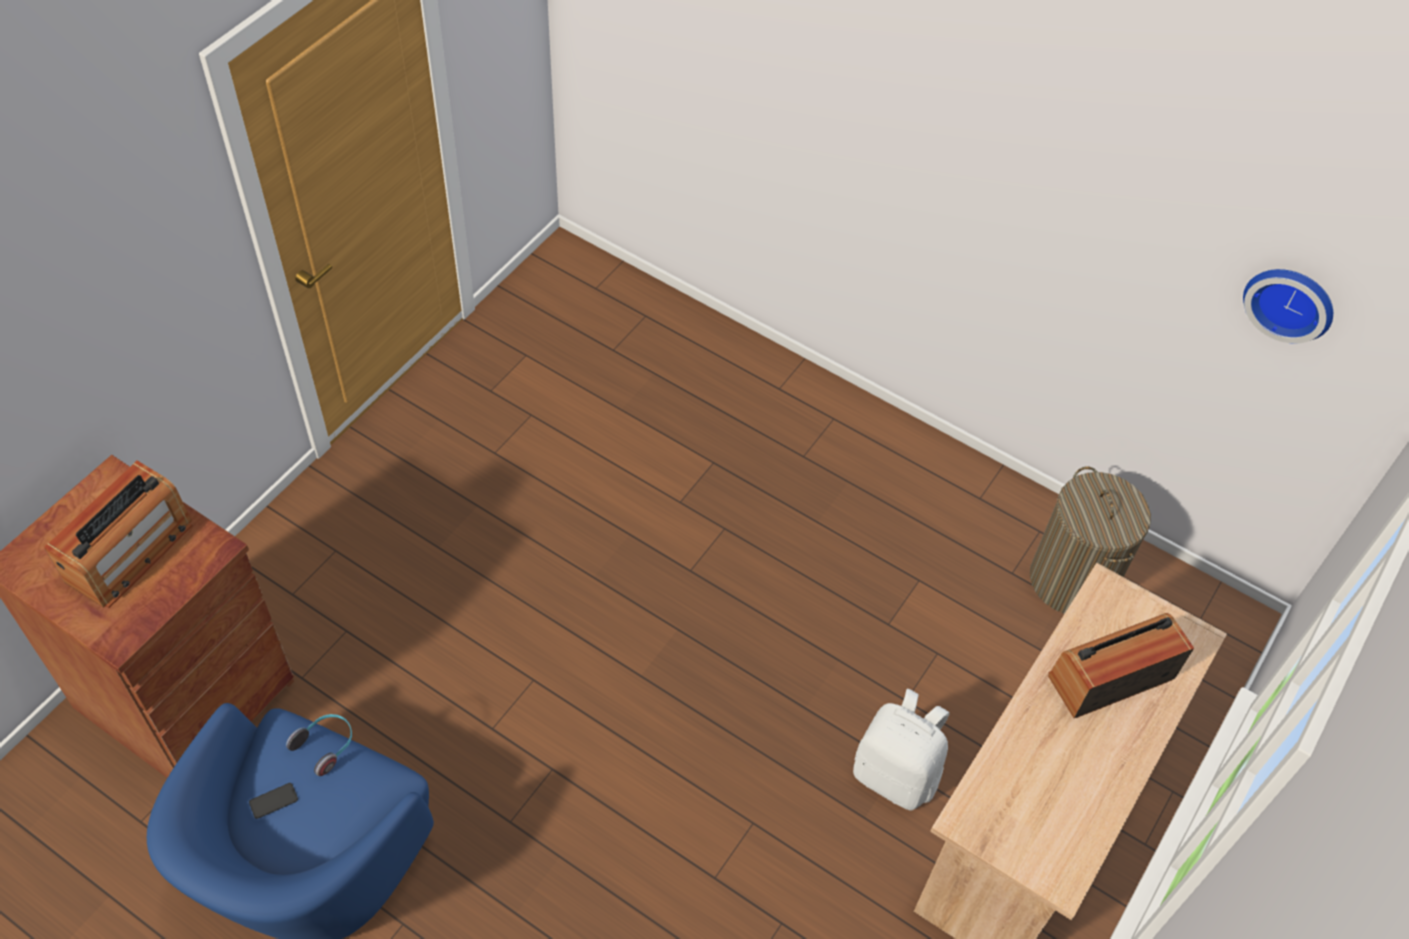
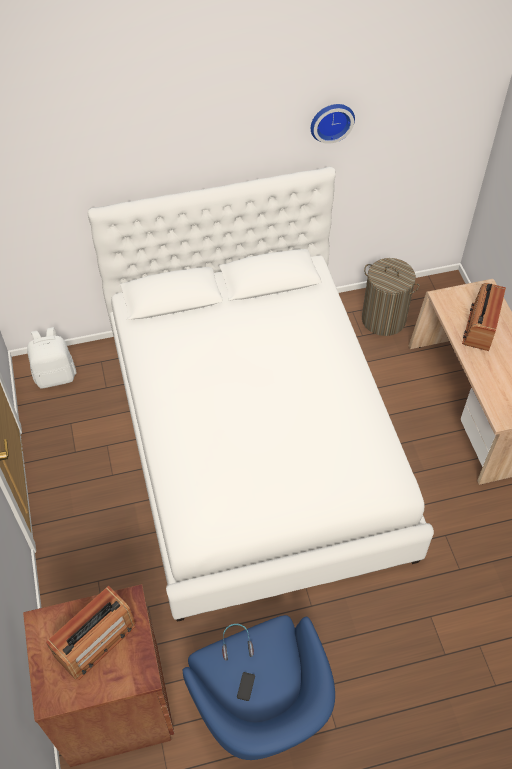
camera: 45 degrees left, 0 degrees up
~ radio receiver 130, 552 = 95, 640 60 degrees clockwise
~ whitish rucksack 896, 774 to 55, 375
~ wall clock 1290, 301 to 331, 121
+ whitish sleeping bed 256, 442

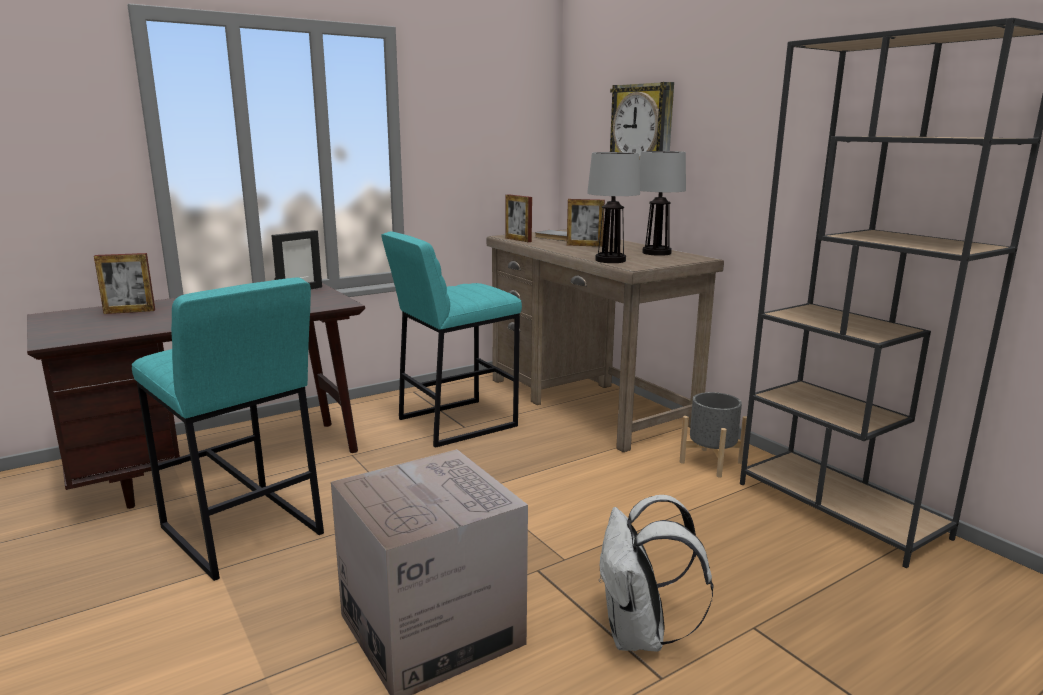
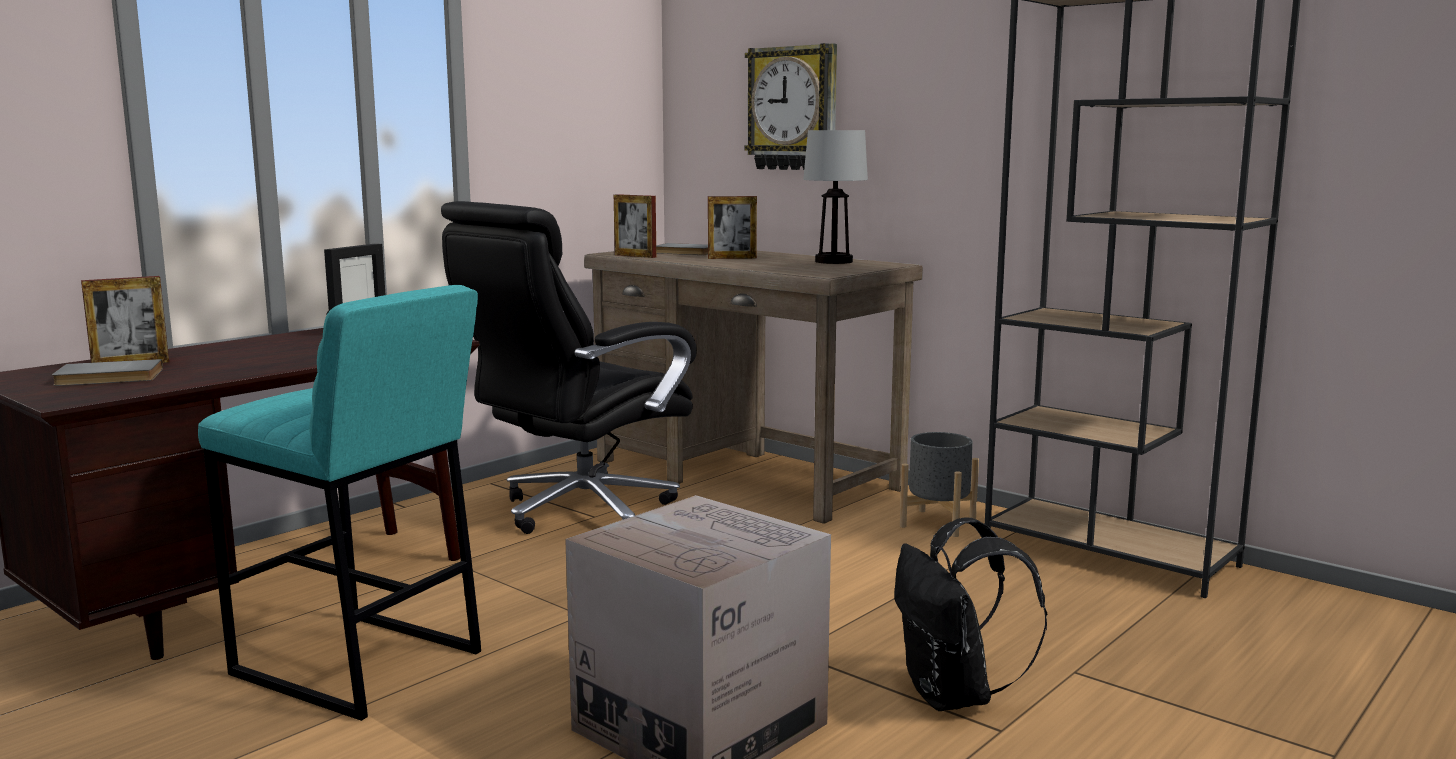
camera: 15 degrees left, 5 degrees down
~ turquoise stool 455, 423 to black-coloured office chair 578, 513
- table lamp 611, 260
~ whitish rucksack 640, 635 to black-coloured rucksack 954, 696
+ gray bound book 108, 378

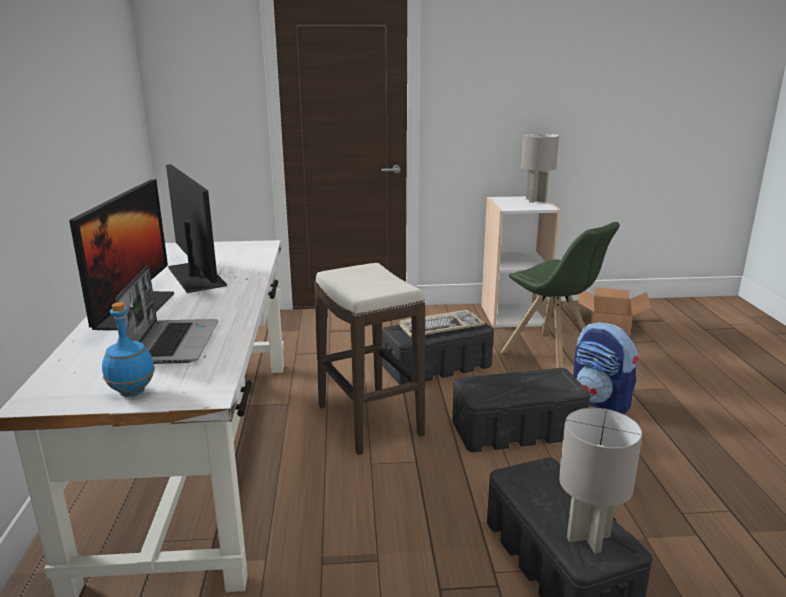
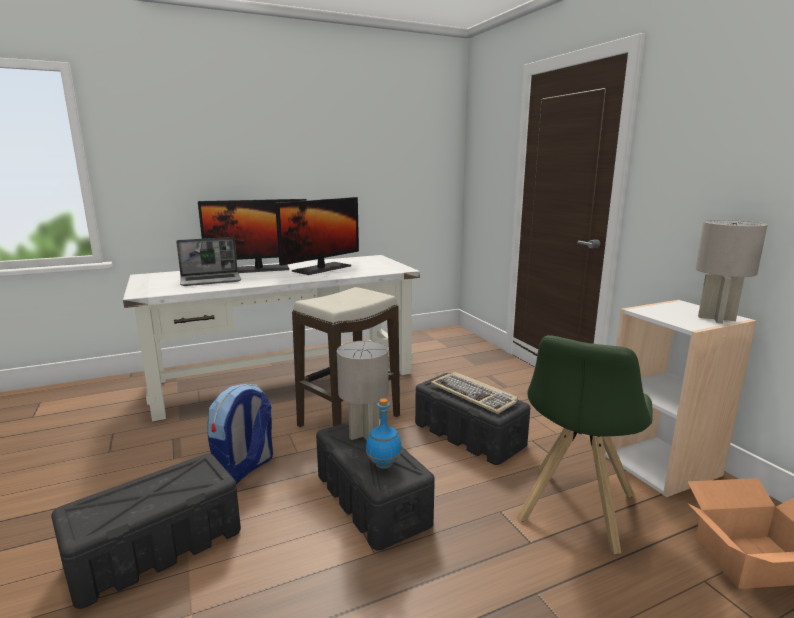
camera: 70 degrees right, 5 degrees down
~ blue-coloured drink bottle 133, 392 to 384, 465
~ gray table lamp 589, 538 to 364, 435
~ rucksack 601, 402 to 244, 469

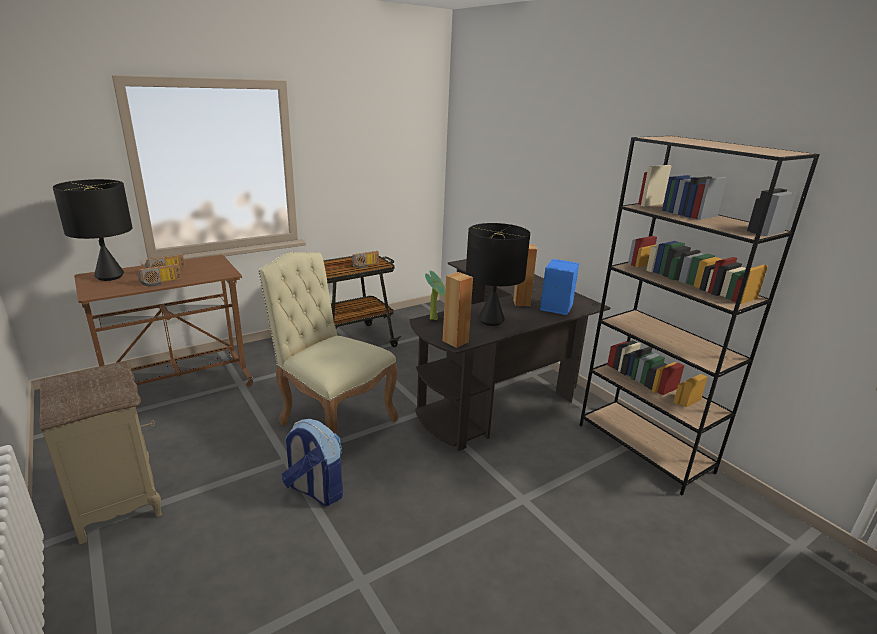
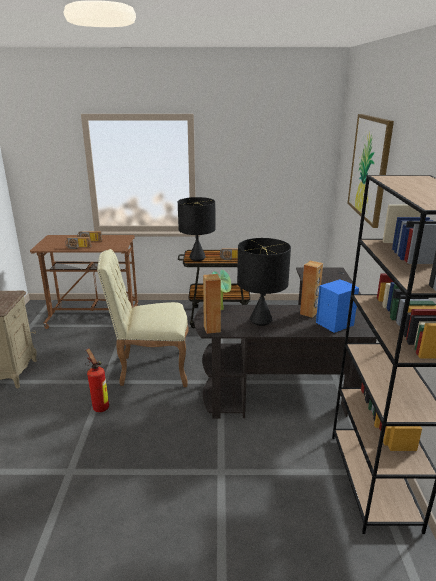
camera: 35 degrees right, 0 degrees up
~ black-coloured table lamp 110, 277 to 197, 259
~ beige plain chair 334, 423 = 152, 369 75 degrees counterclockwise
~ rucksack 315, 490 to fire-fighting cylinder 100, 407
+ picture 369, 168

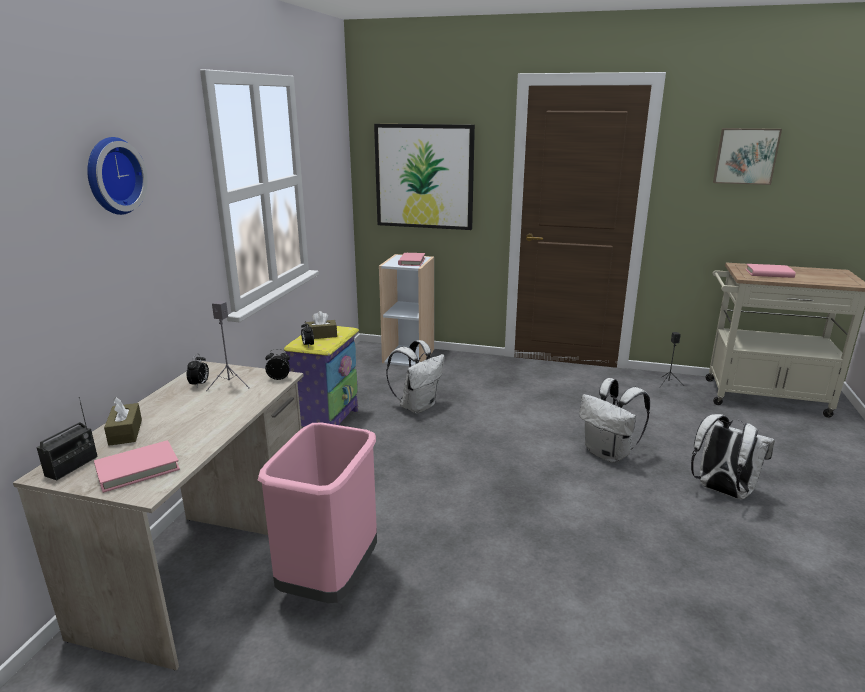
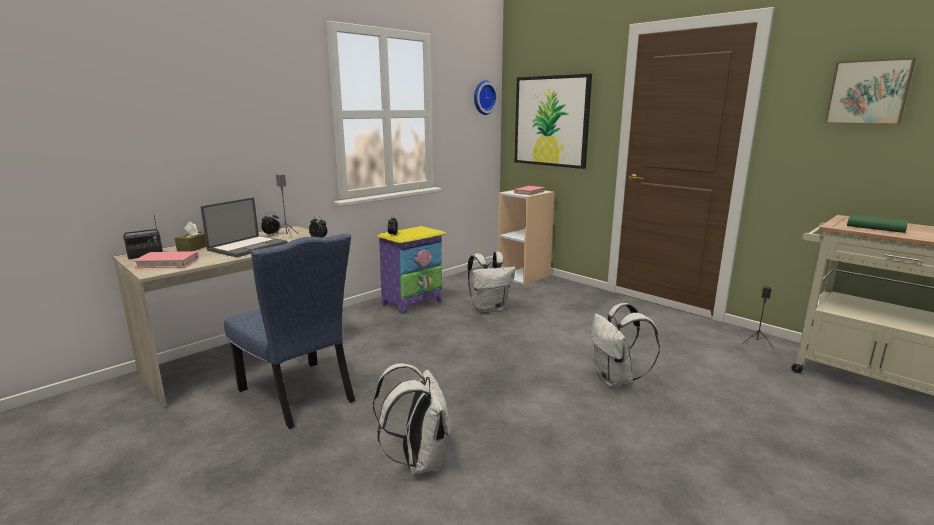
camera: 30 degrees right, 5 degrees down
~ wall clock 112, 176 to 483, 97
~ pinkish rubbish bin 330, 579 to blue-coloured plain chair 298, 393
- brown-coloured tissue holder 321, 335
~ whitish rucksack 721, 491 to 418, 460
~ pinkish bound book 769, 273 to greenish bound book 876, 227
+ portable computer 248, 246

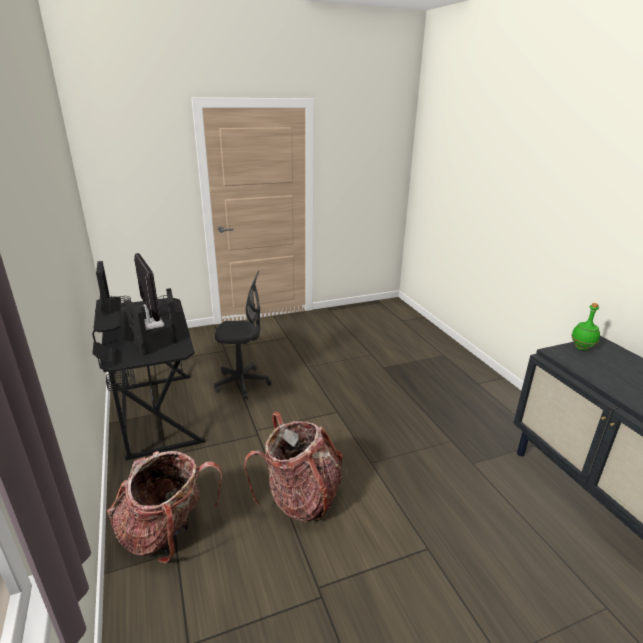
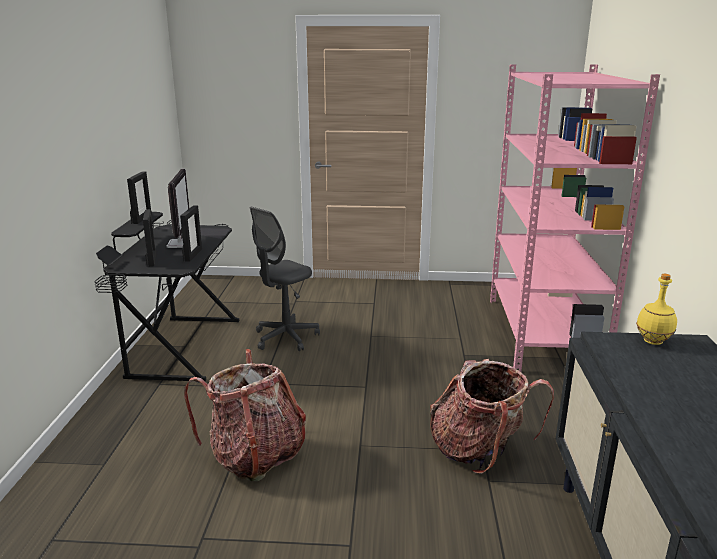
camera: 25 degrees right, 5 degrees down
~ rucksack 167, 532 to 480, 451
~ gray office chair 242, 383 = 286, 338 105 degrees clockwise
~ greenish drink bottle 582, 348 to yellow drink bottle 653, 342
+ pinkish bookshelf 542, 334

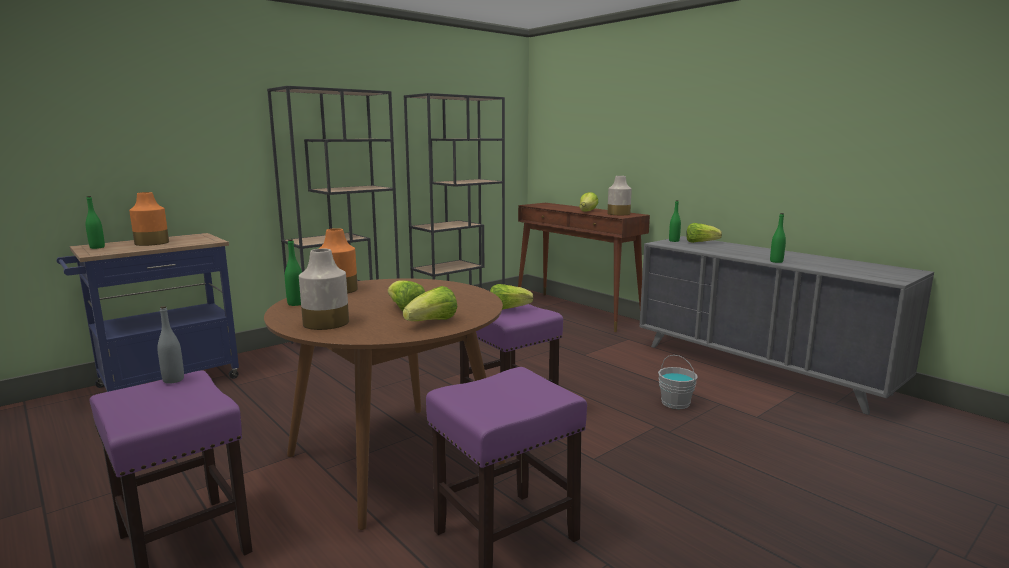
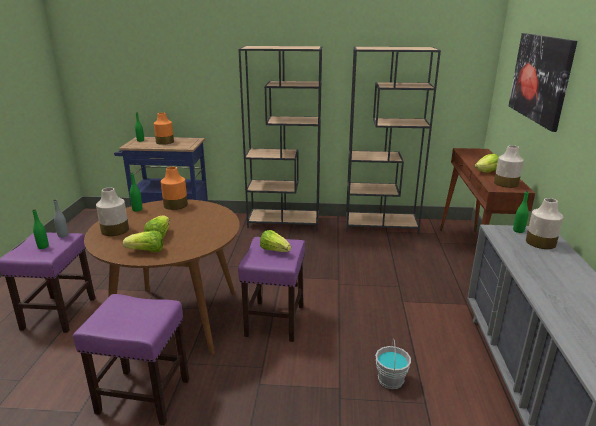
camera: 45 degrees right, 10 degrees up
~ lettuce head 700, 242 to beige decorative vase 540, 242
~ greenish drink bottle 776, 261 to 43, 247
+ picture 540, 78

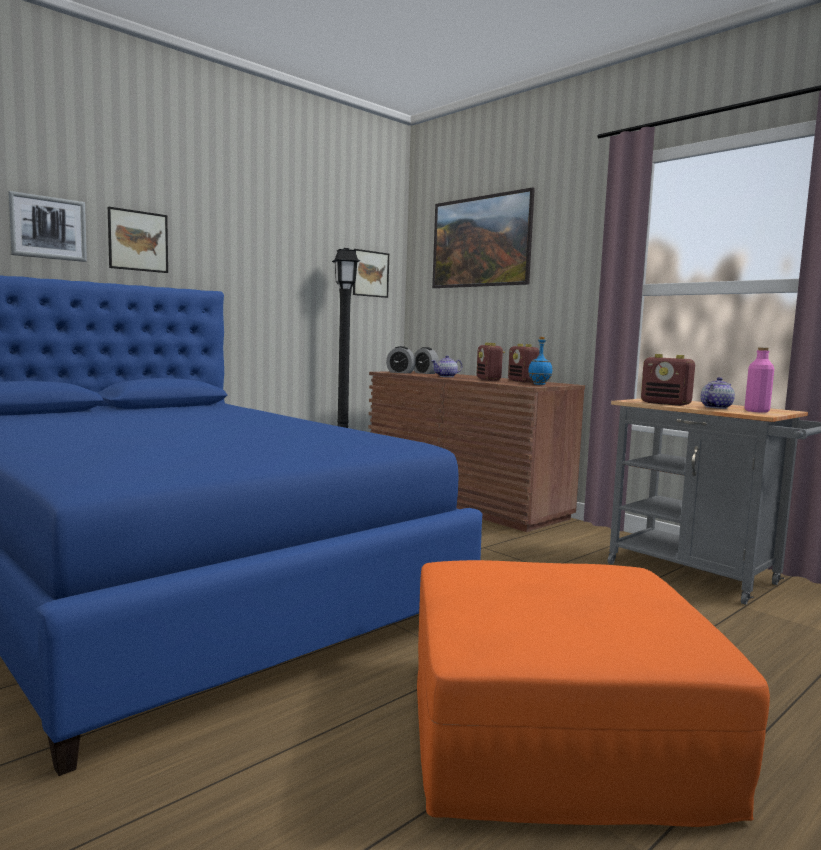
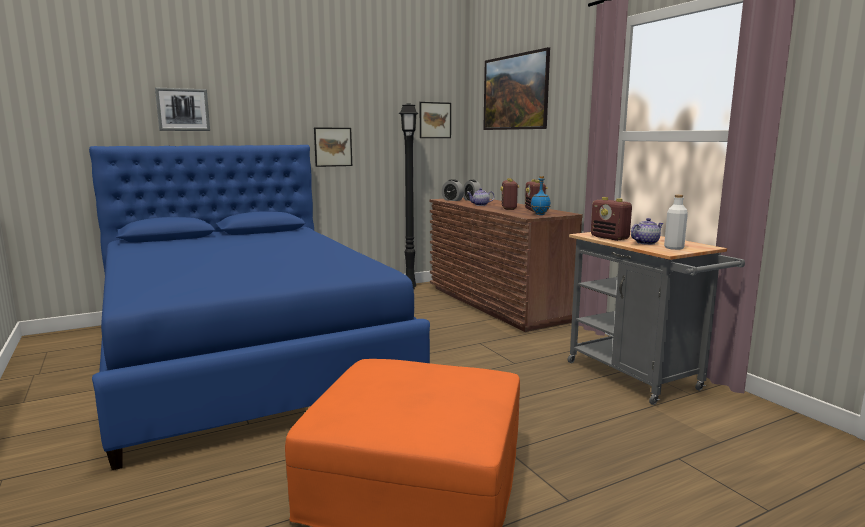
camera: 15 degrees right, 5 degrees up
~ picture 138, 241 to 333, 147
~ pinkish drink bottle 756, 411 to whitish drink bottle 674, 248

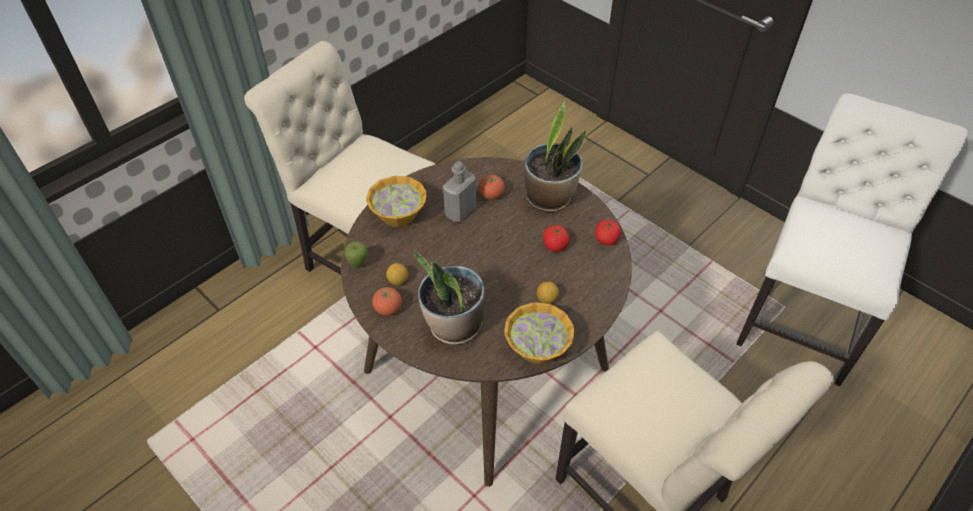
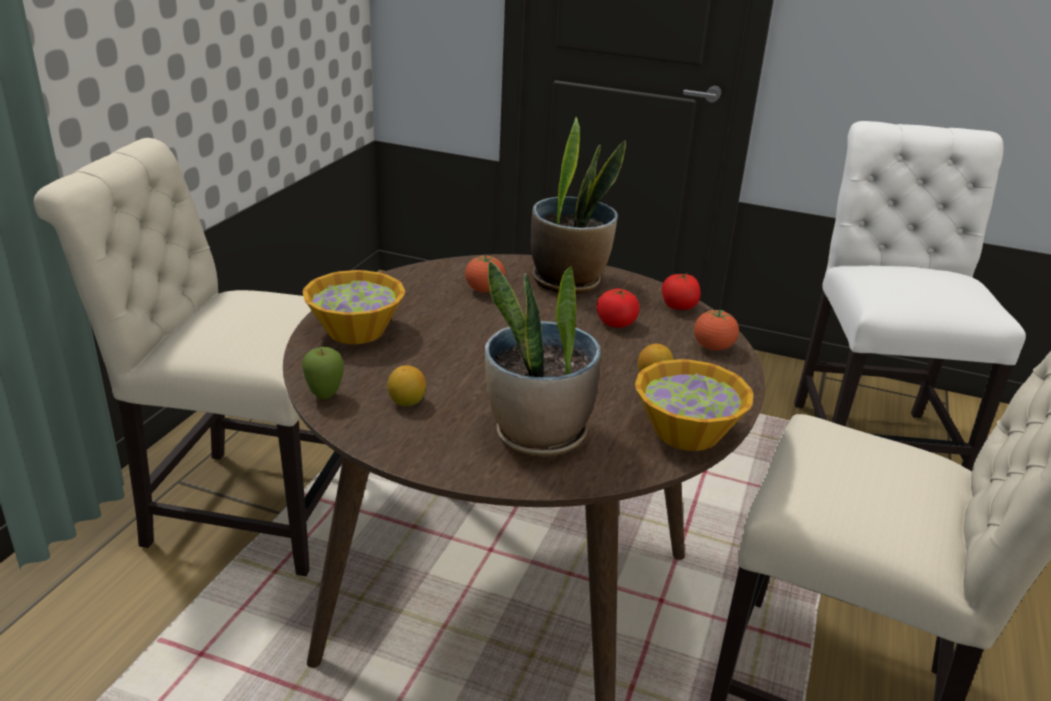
camera: 25 degrees left, 20 degrees down
~ tomato 388, 309 to 713, 347
- gray drink bottle 460, 212

